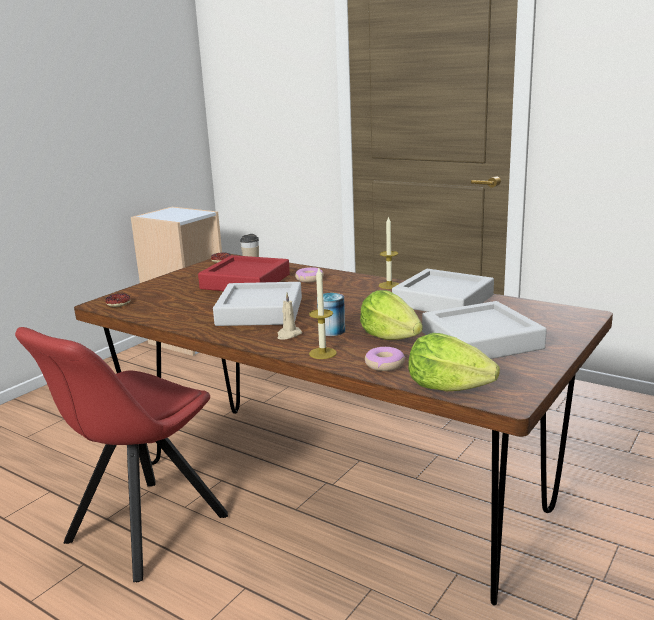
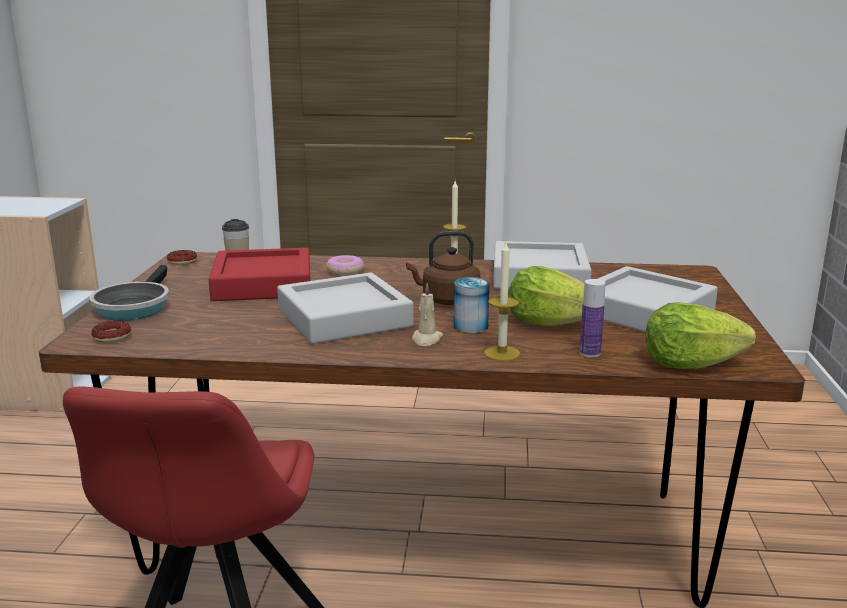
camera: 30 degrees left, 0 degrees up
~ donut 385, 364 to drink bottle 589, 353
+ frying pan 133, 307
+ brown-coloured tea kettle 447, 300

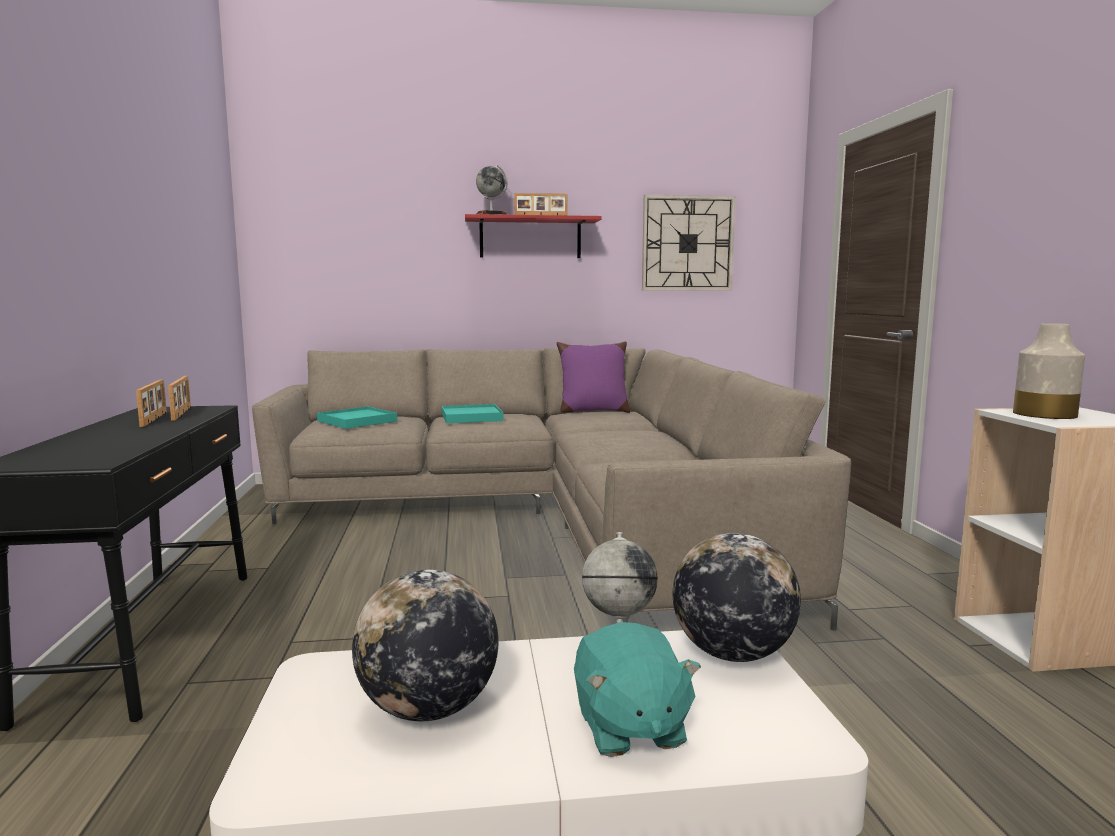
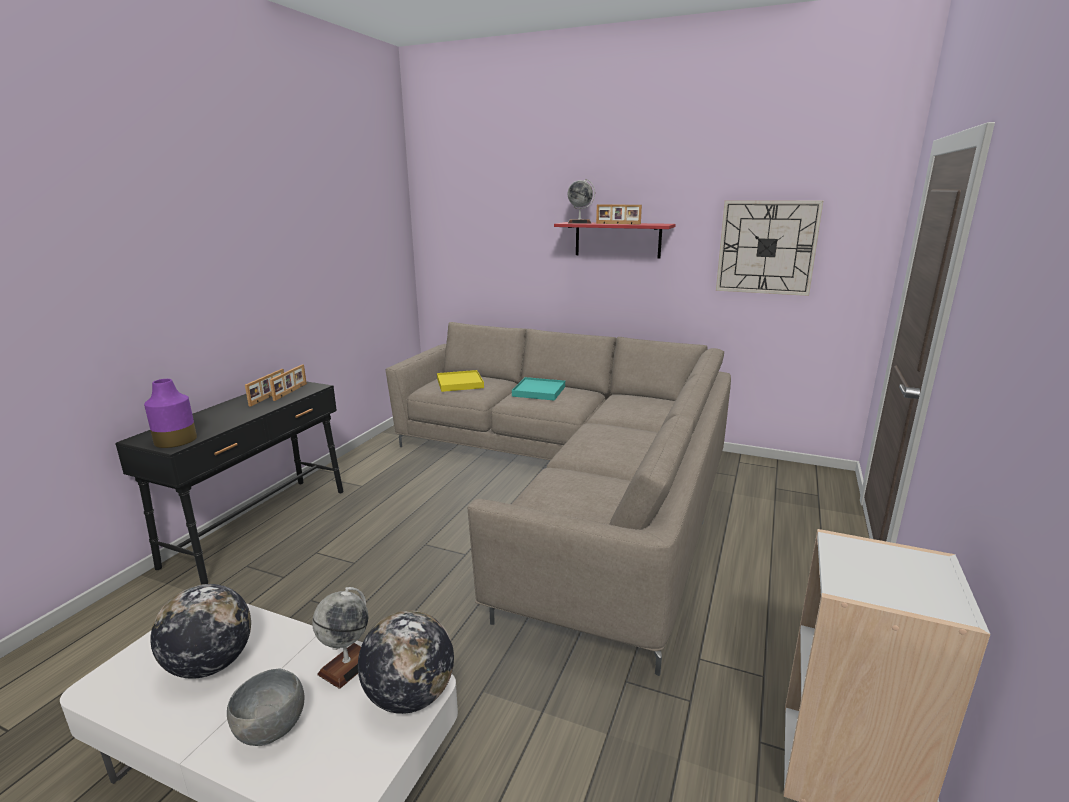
camera: 30 degrees right, 10 degrees up
~ turquoise serving tray 357, 421 to yellow serving tray 460, 383
- purple-coloured cushion 593, 411
~ turquoise soft toy 629, 728 to gray serving bowl 273, 730
- beige decorative vase 1044, 414
+ purple-coloured decorative vase 175, 440

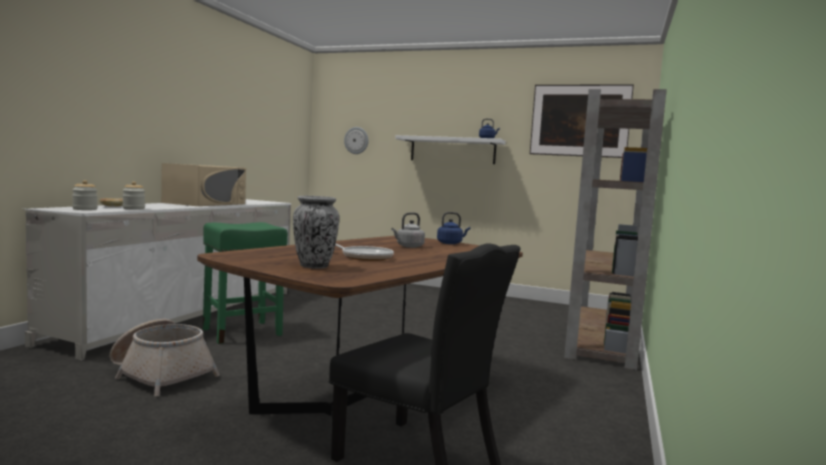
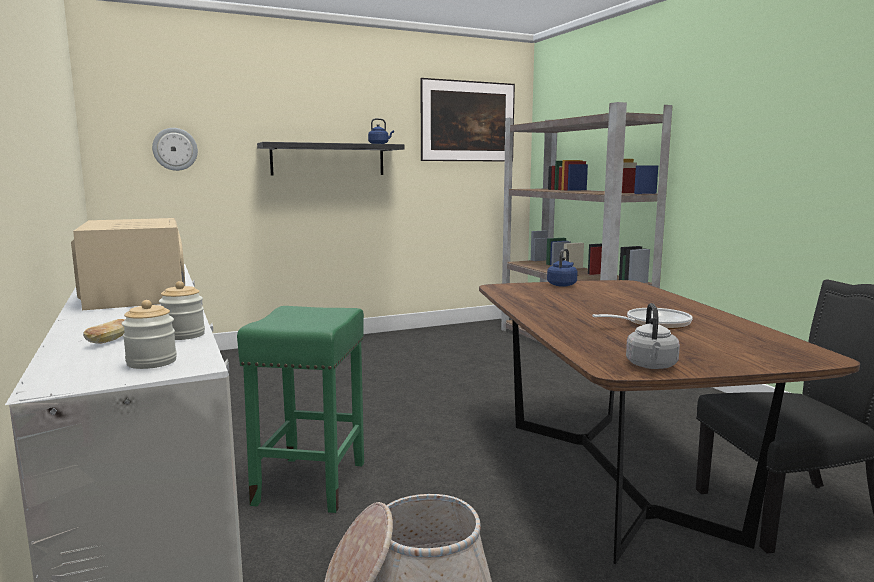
camera: 45 degrees left, 5 degrees up
- decorative vase 314, 266
~ gray tea kettle 408, 246 to 651, 366
~ whitish wall shelf 452, 150 to black-coloured wall shelf 328, 159

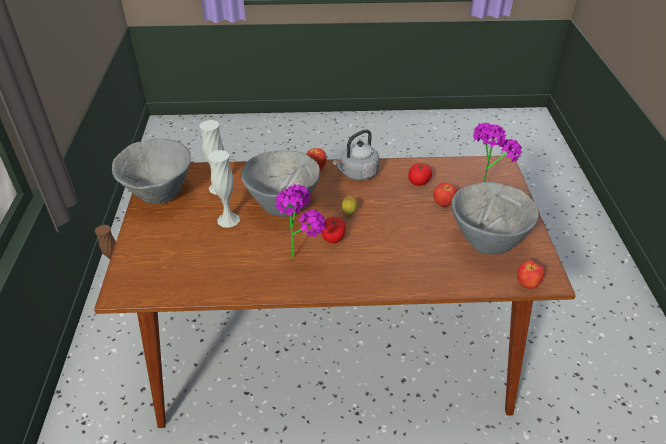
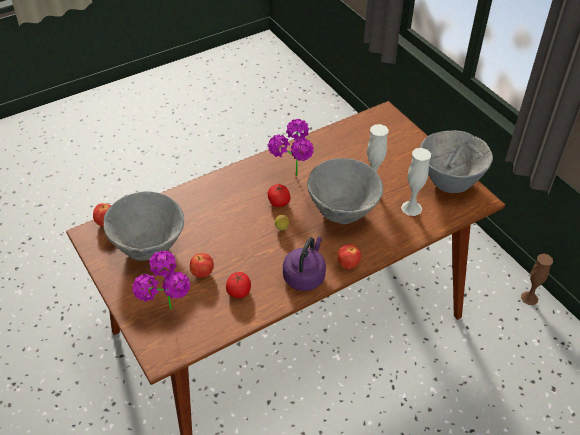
camera: 150 degrees right, 5 degrees up
~ gray tea kettle 357, 173 to purple-coloured tea kettle 305, 276

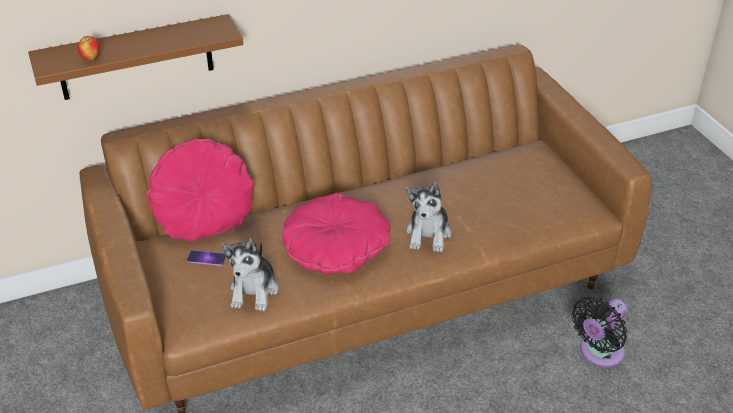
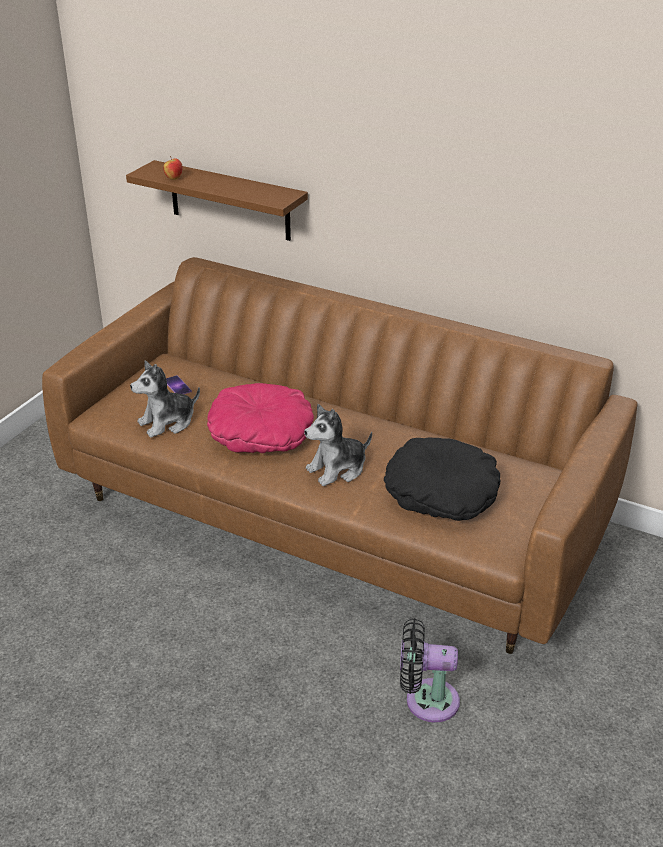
camera: 50 degrees right, 5 degrees down
- pinkish cushion 206, 226
+ black-coloured cushion 442, 492

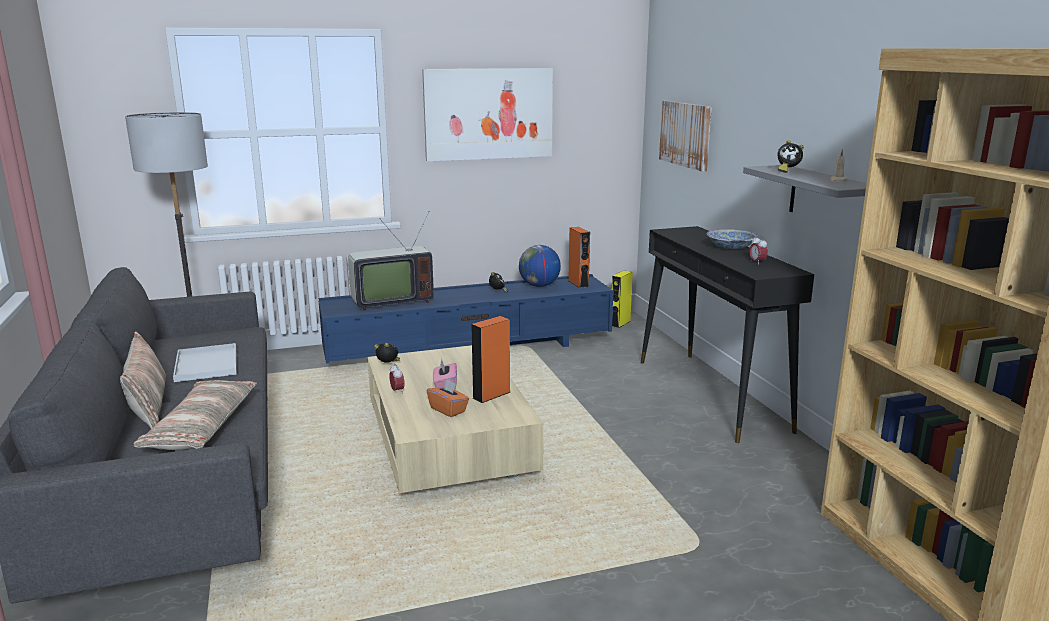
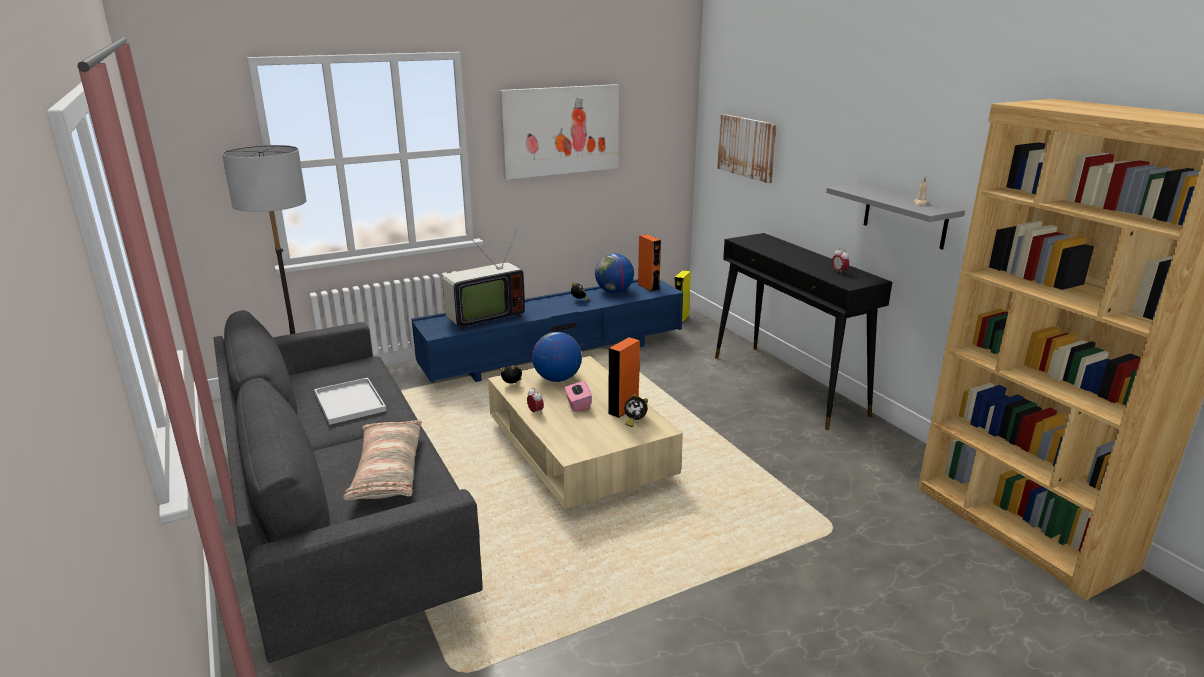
camera: 10 degrees left, 5 degrees up
- cushion 148, 404
- orange-coloured tissue holder 448, 410
- serving bowl 731, 248
~ alarm clock 787, 171 to 634, 421
+ world globe 557, 379

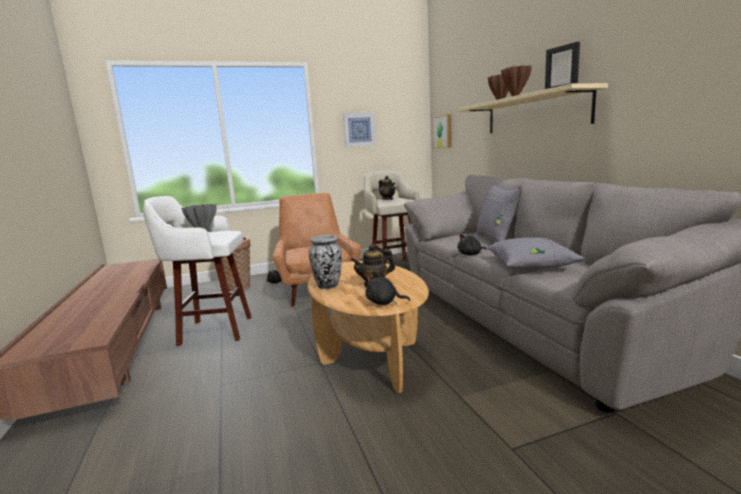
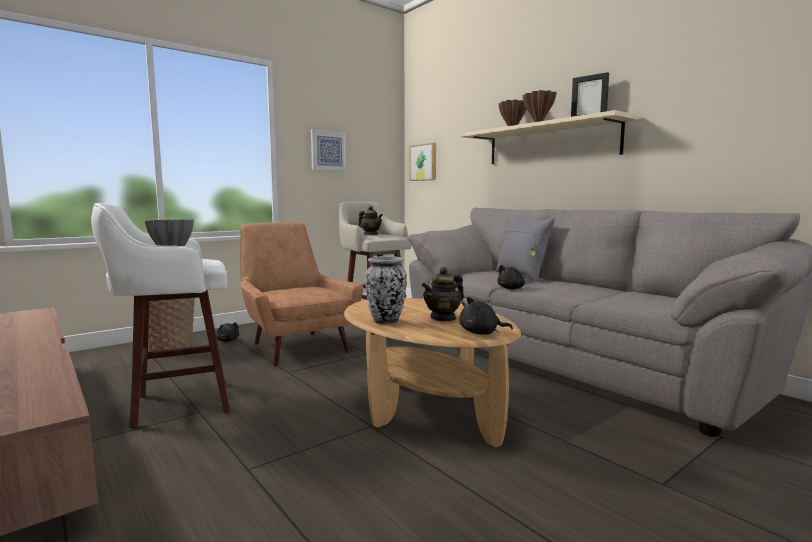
camera: 20 degrees left, 5 degrees down
- gray cushion 530, 266

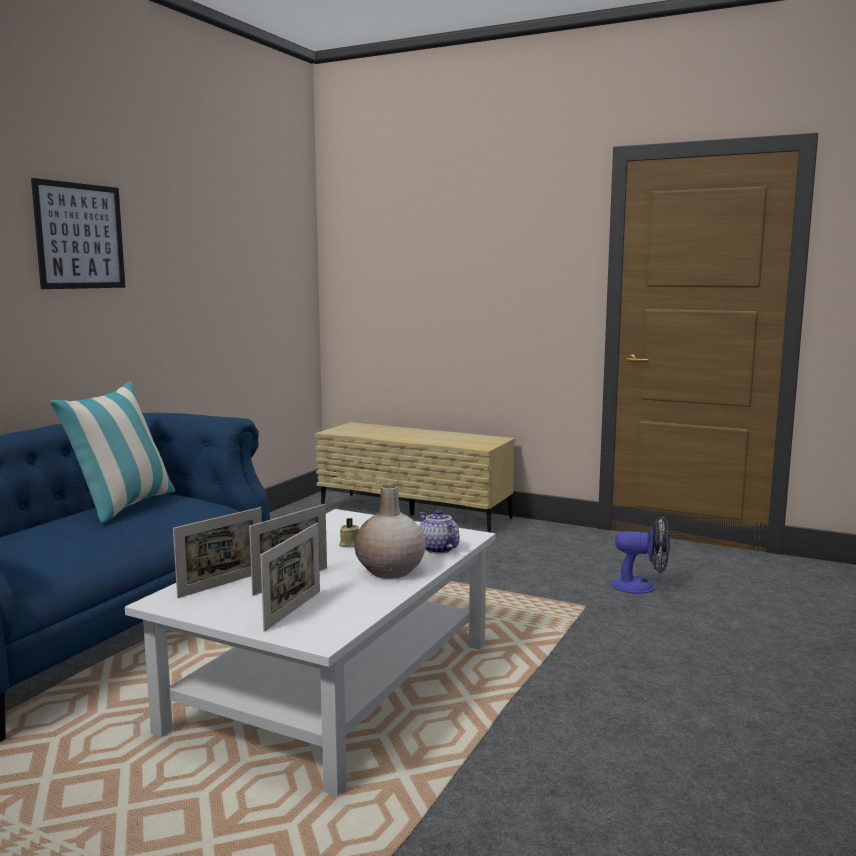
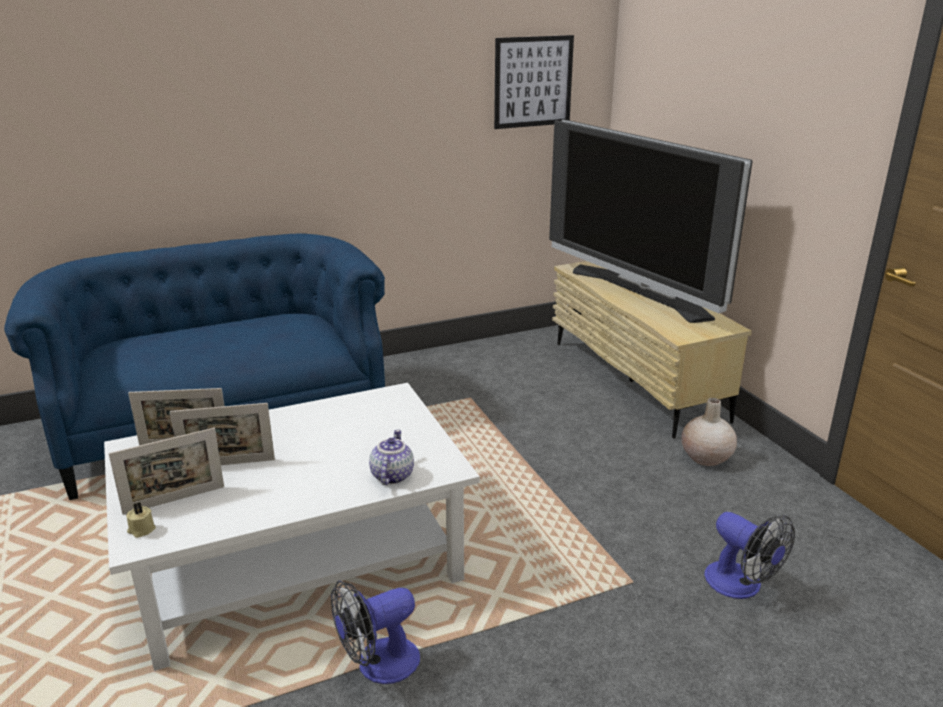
camera: 40 degrees right, 15 degrees up
~ picture 80, 236 to 533, 82
- cushion 124, 506
~ beige candle 348, 544 to 141, 530
~ beige decorative vase 390, 571 to 706, 457
+ fan 378, 665
+ TV set 638, 292

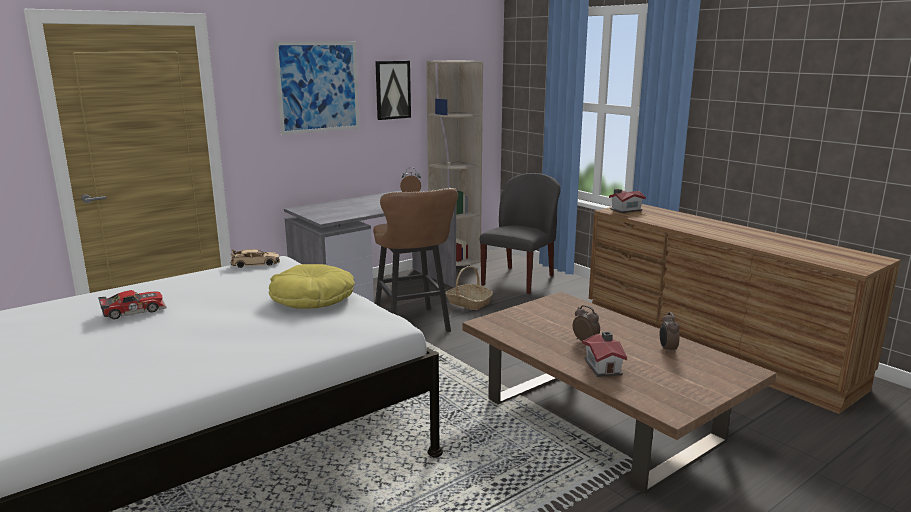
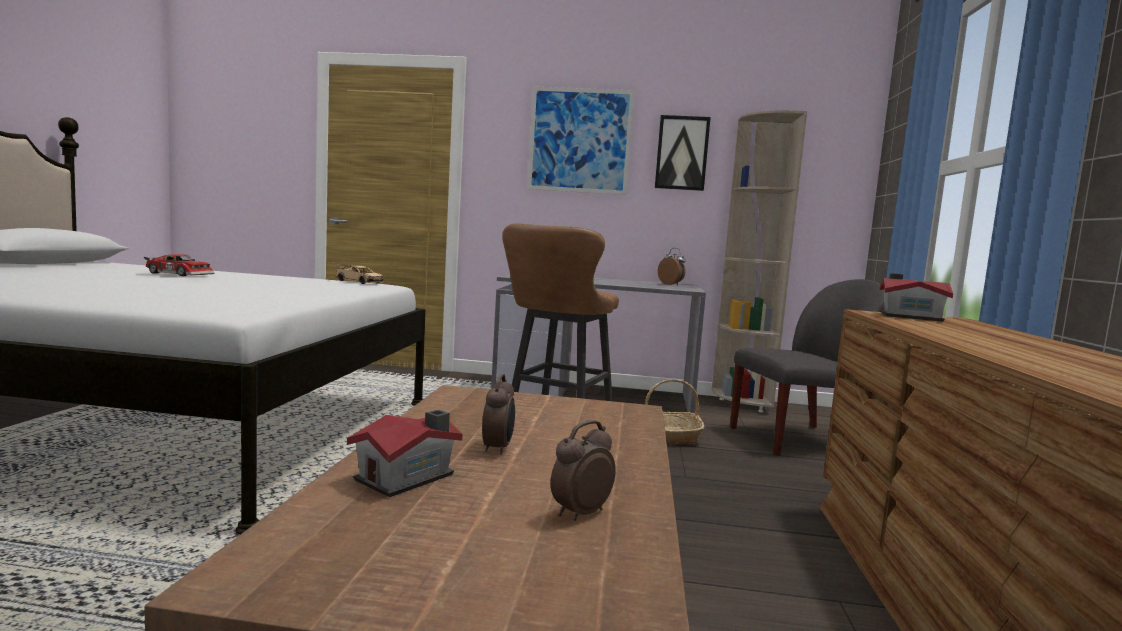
camera: 45 degrees right, 10 degrees down
- yellow cushion 311, 299

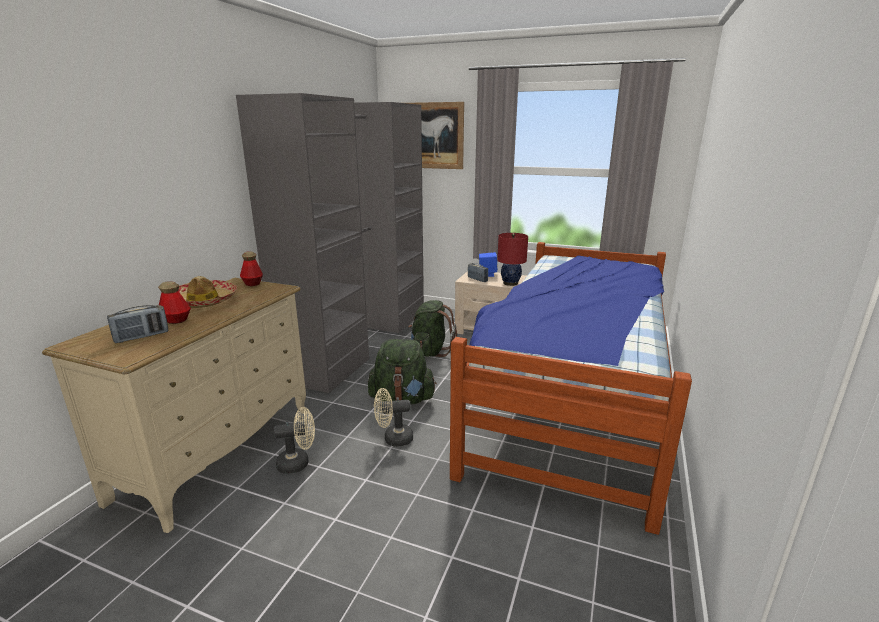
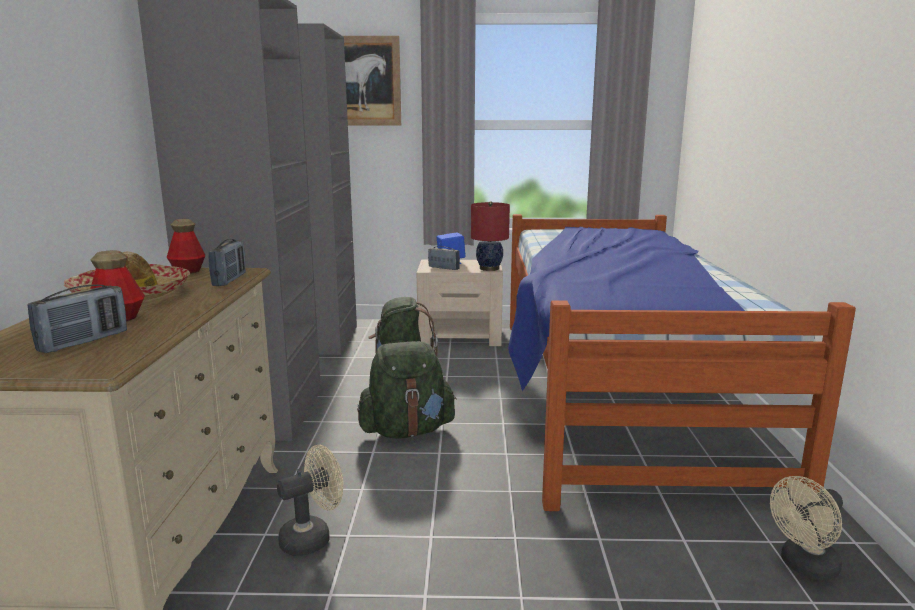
camera: 20 degrees left, 5 degrees down
~ beige fan 393, 439 to 804, 567
+ radio receiver 229, 280

